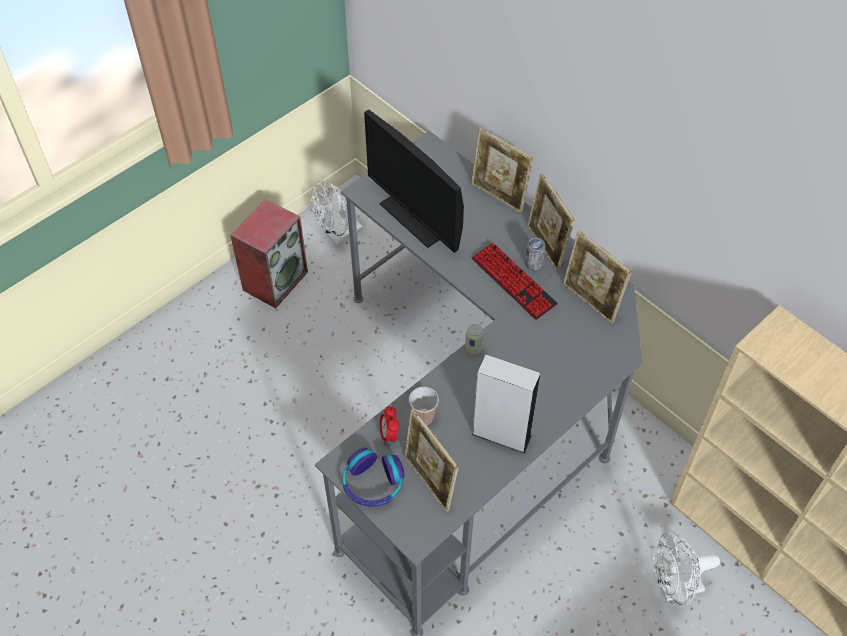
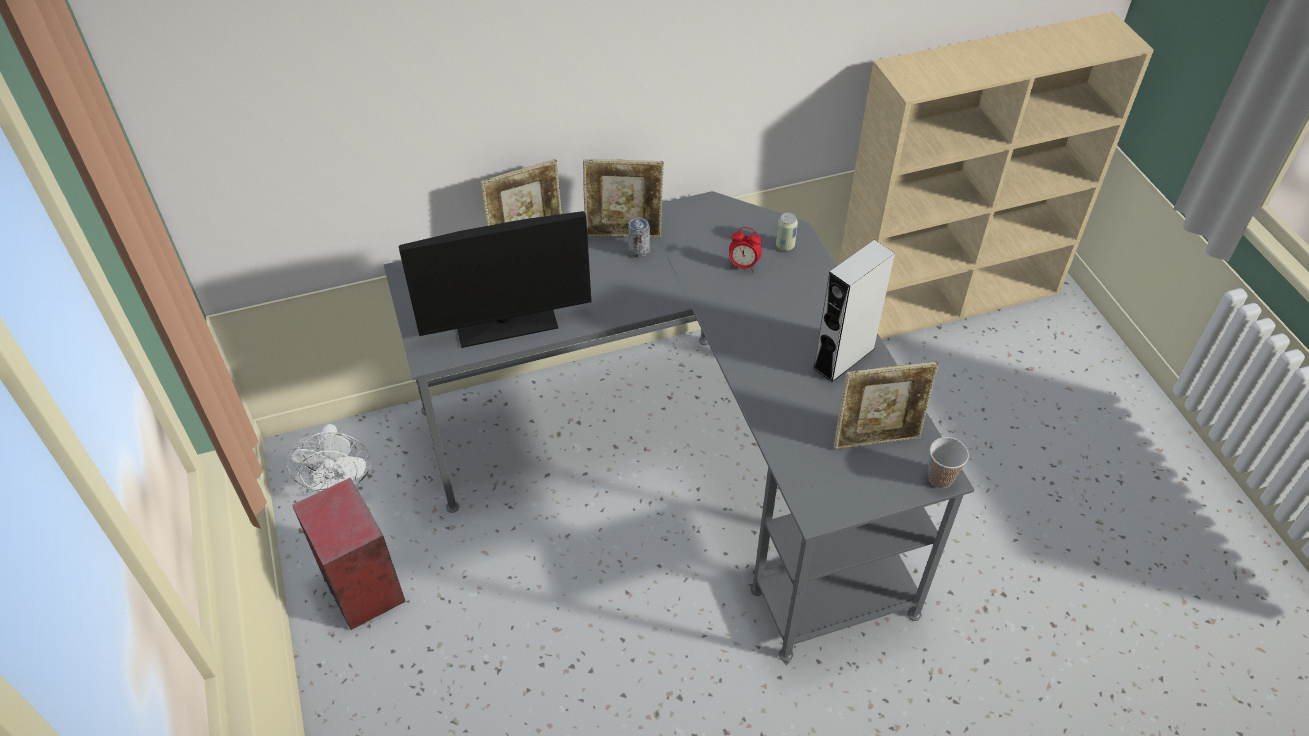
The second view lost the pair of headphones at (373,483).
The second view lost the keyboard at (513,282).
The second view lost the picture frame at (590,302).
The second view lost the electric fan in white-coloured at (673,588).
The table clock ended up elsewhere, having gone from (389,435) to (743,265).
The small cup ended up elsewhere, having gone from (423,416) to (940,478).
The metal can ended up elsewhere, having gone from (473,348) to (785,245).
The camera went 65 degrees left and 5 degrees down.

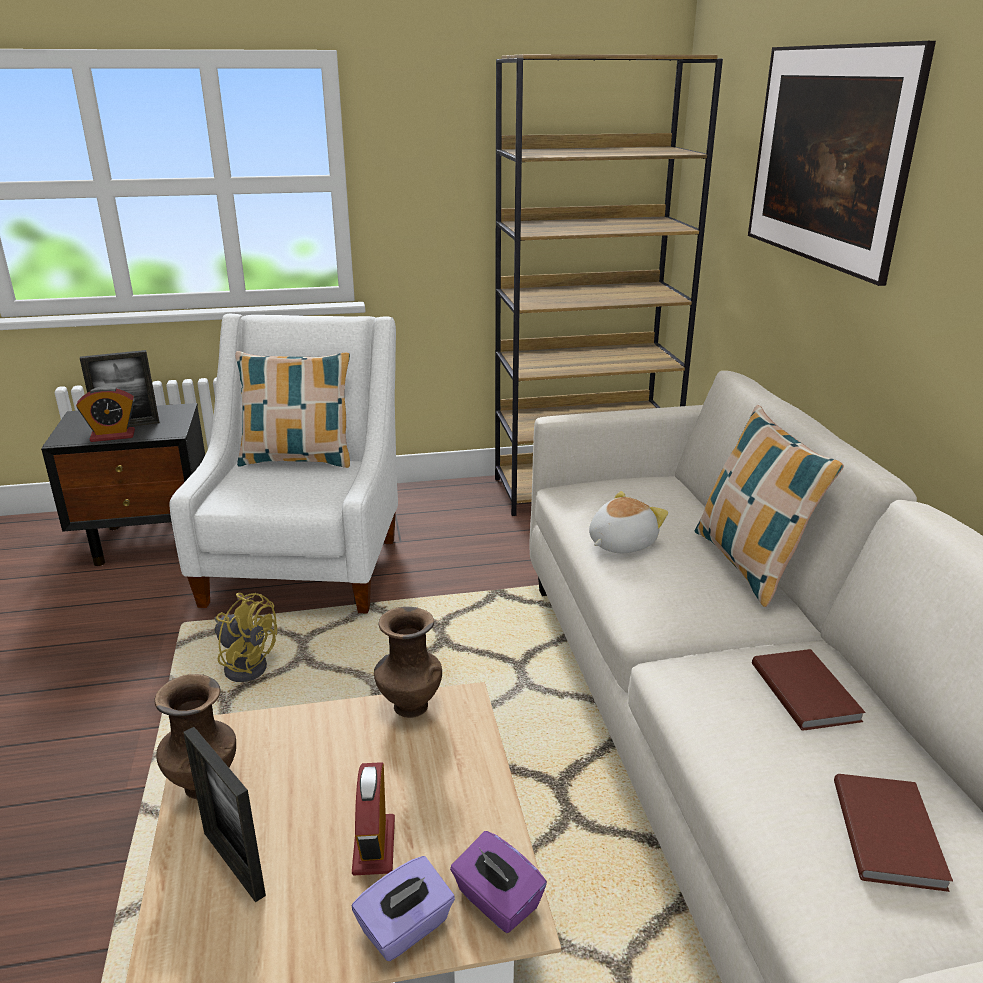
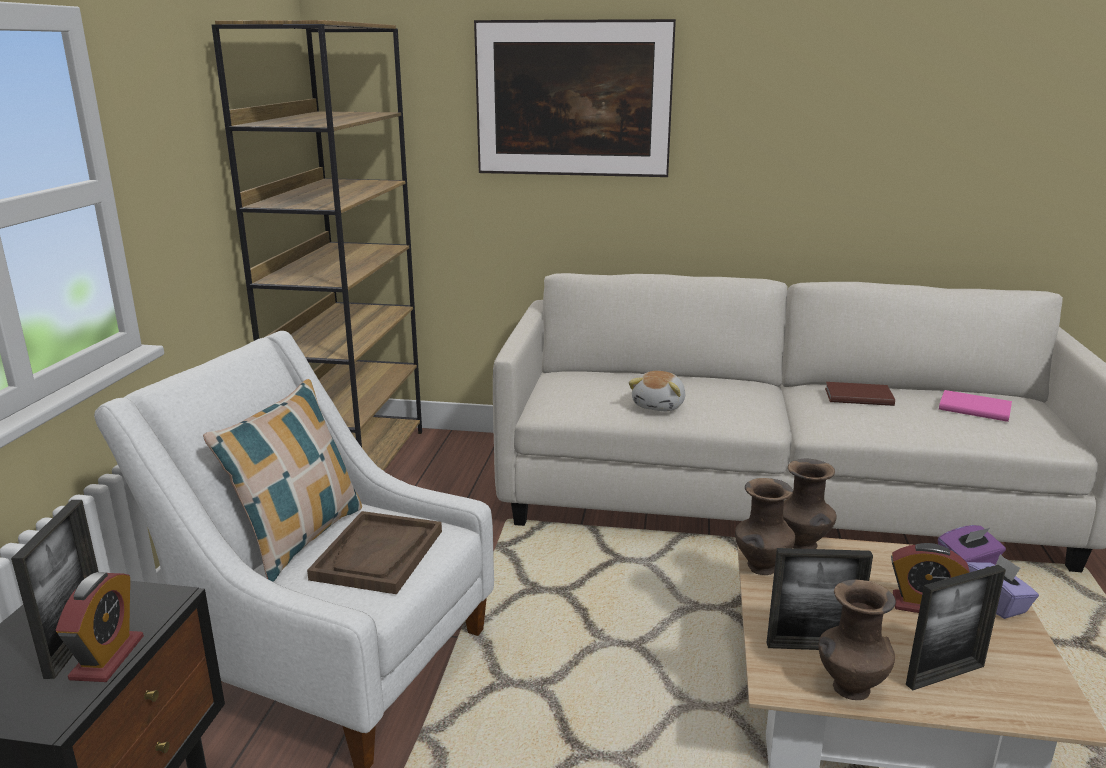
The second view lost the electric fan in yellowish at (246,664).
The second view lost the throw pillow at (749,564).
The second view gained the tray in brown-coloured at (378,555).
The second view gained the picture frame at (811,646).
The second view gained the decorative vase in brown-coloured at (803,545).
What was the book in brown-coloured at (890,832) turned into the book in pink at (973,408).
The soft toy at (620,543) ended up facing another way, 135 degrees counterclockwise from before.
The camera went 70 degrees left and 5 degrees down.

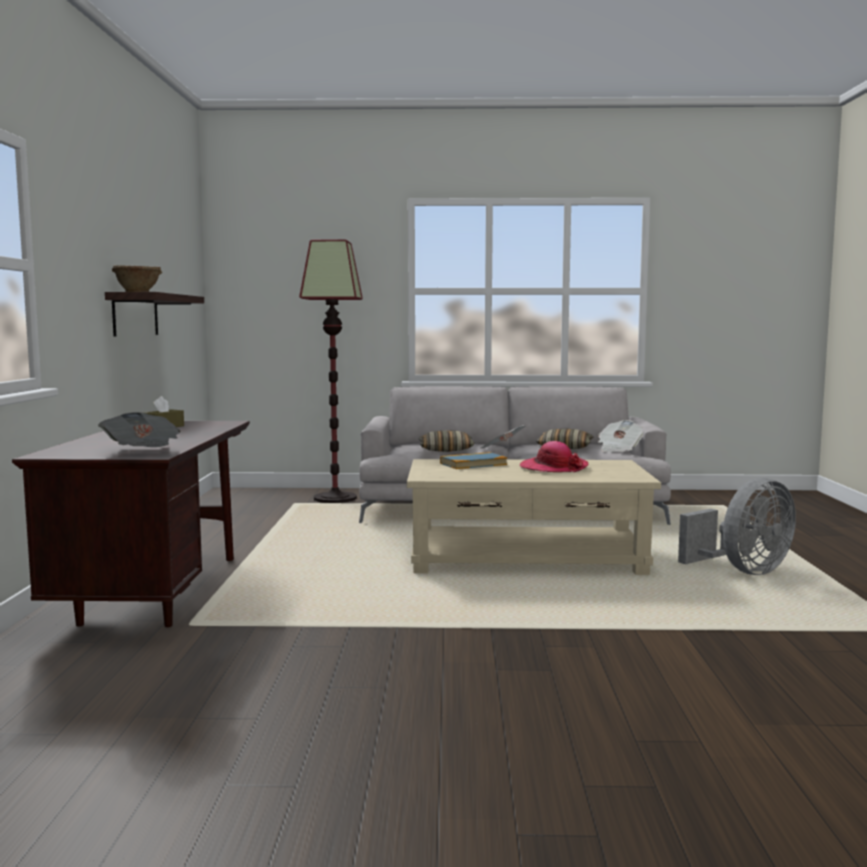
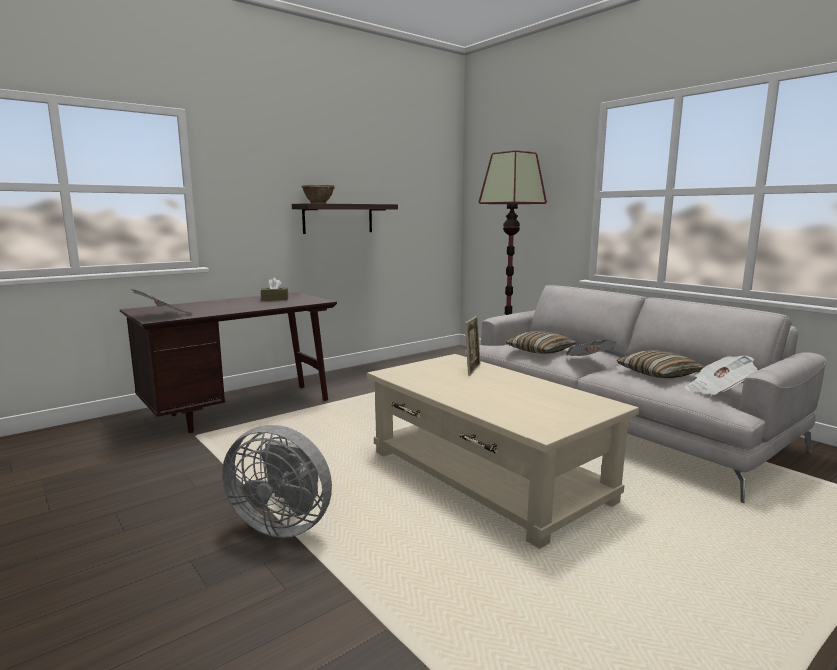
The second view lost the wearable hat at (553,468).
The electric fan in gray ended up elsewhere, having gone from (744,571) to (283,524).
Where the book stood at (473,464), the picture frame came to stand at (472,370).
The camera went 50 degrees right and 5 degrees up.

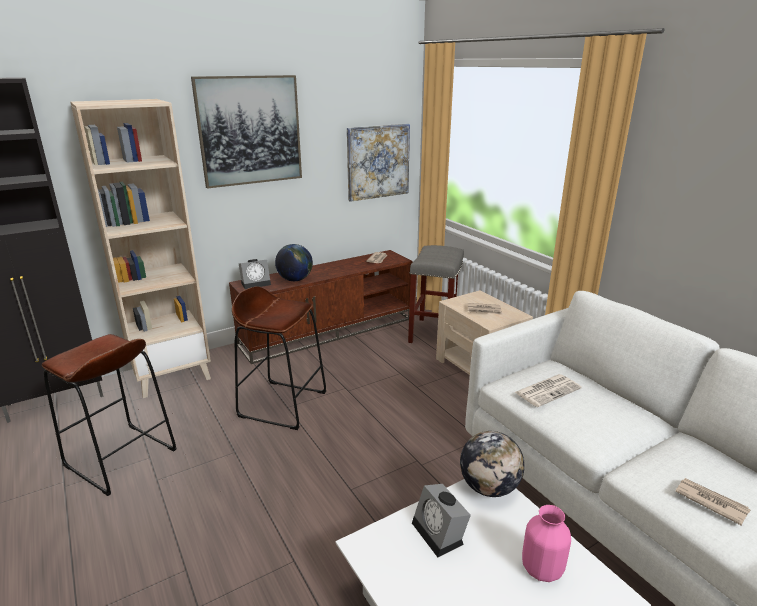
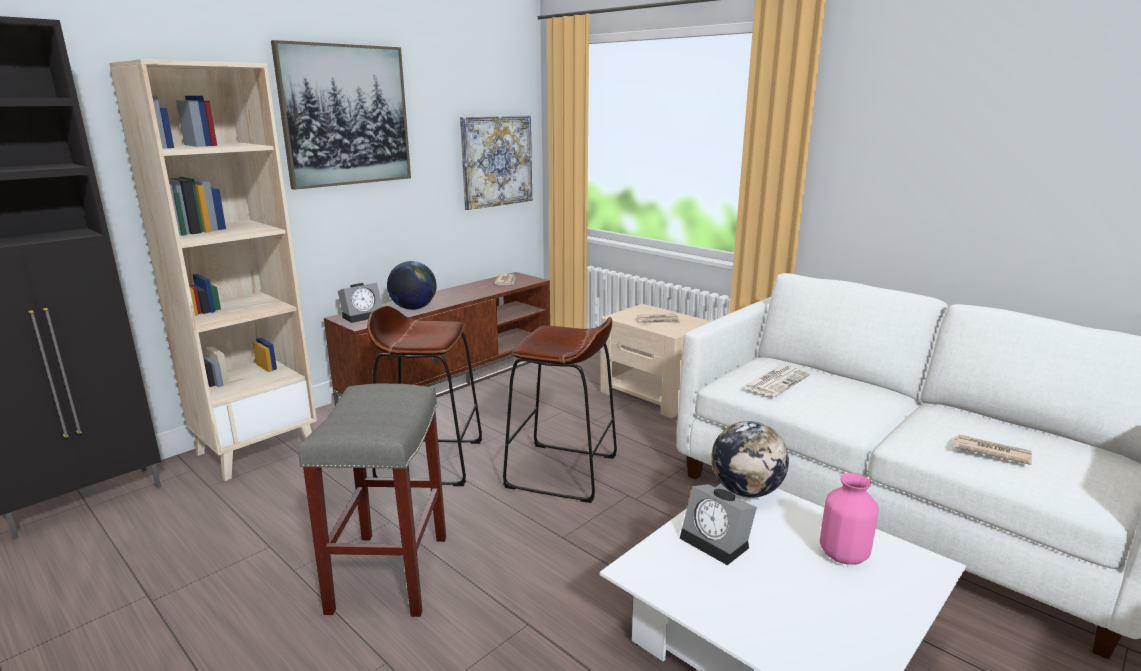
The stool seat in brown-coloured ended up elsewhere, having gone from (121,458) to (562,472).
The stool seat in gray ended up elsewhere, having gone from (434,332) to (389,572).
The camera went 15 degrees left and 5 degrees down.

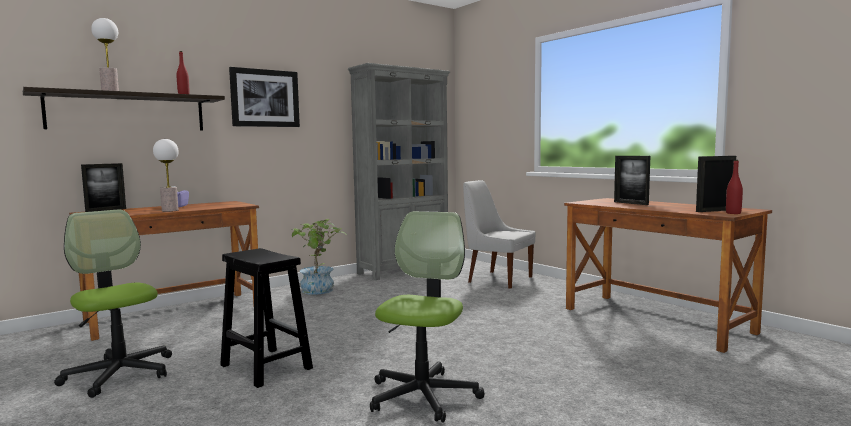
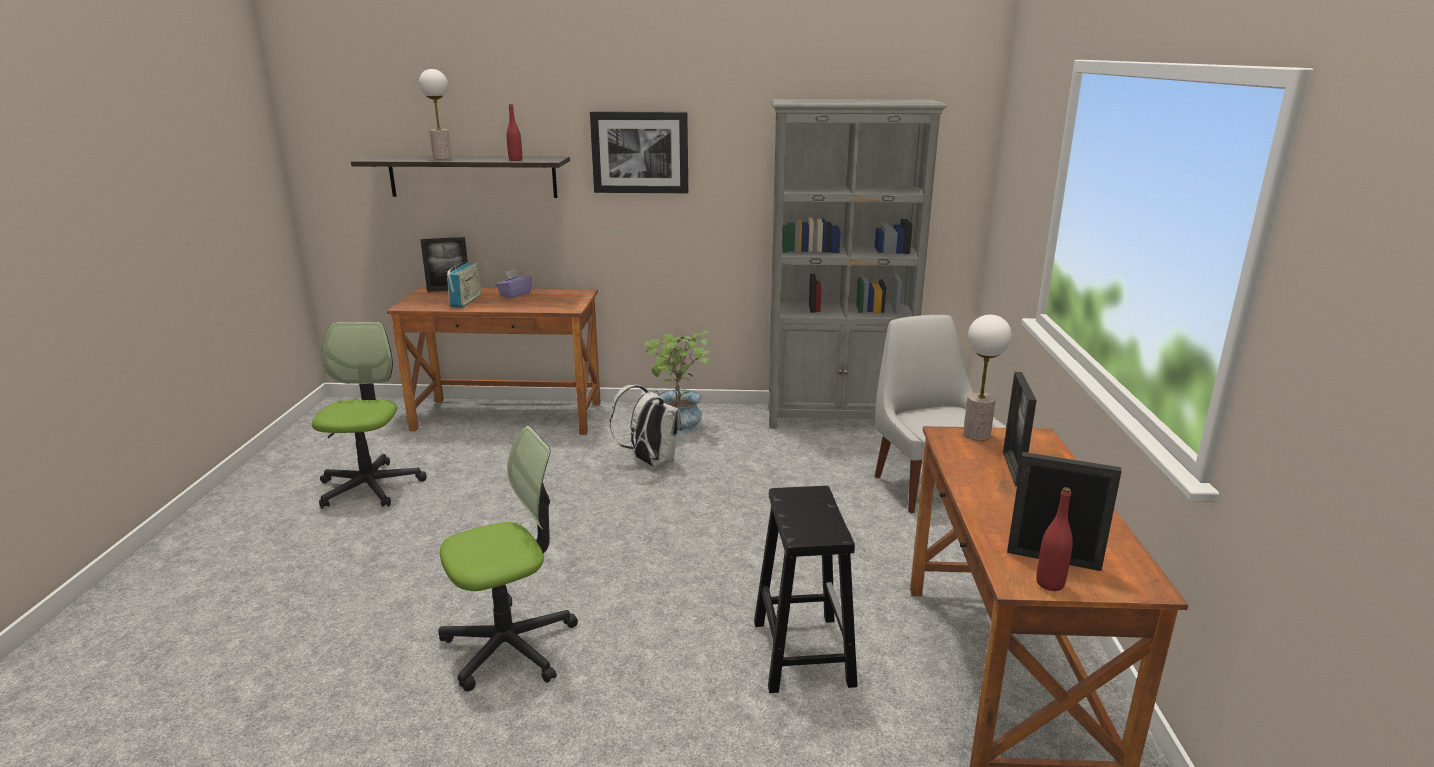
The second view gained the radio at (466,301).
The second view gained the backpack in white-coloured at (650,461).
The tabletop lamp ended up elsewhere, having gone from (170,210) to (977,435).
The stool seat in black-coloured ended up elsewhere, having gone from (265,366) to (801,651).
The camera went 40 degrees right and 15 degrees up.

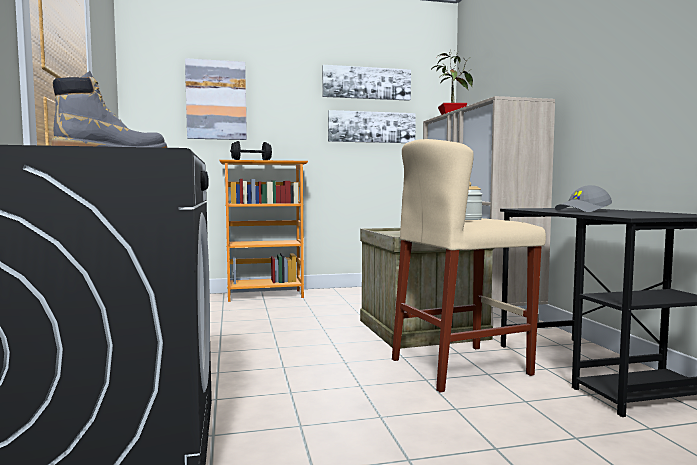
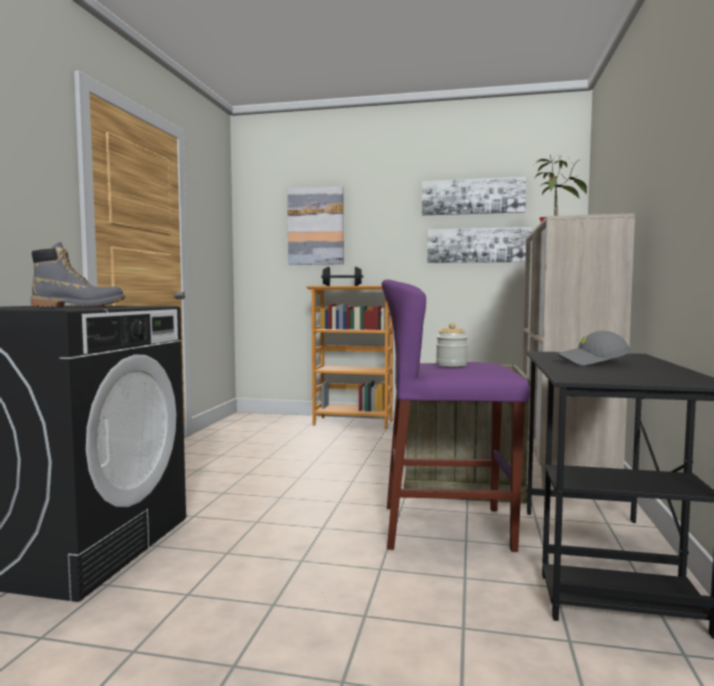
What was the stool seat in beige at (460,367) turned into the stool seat in purplish at (447,527).
The camera went 25 degrees right and 0 degrees up.

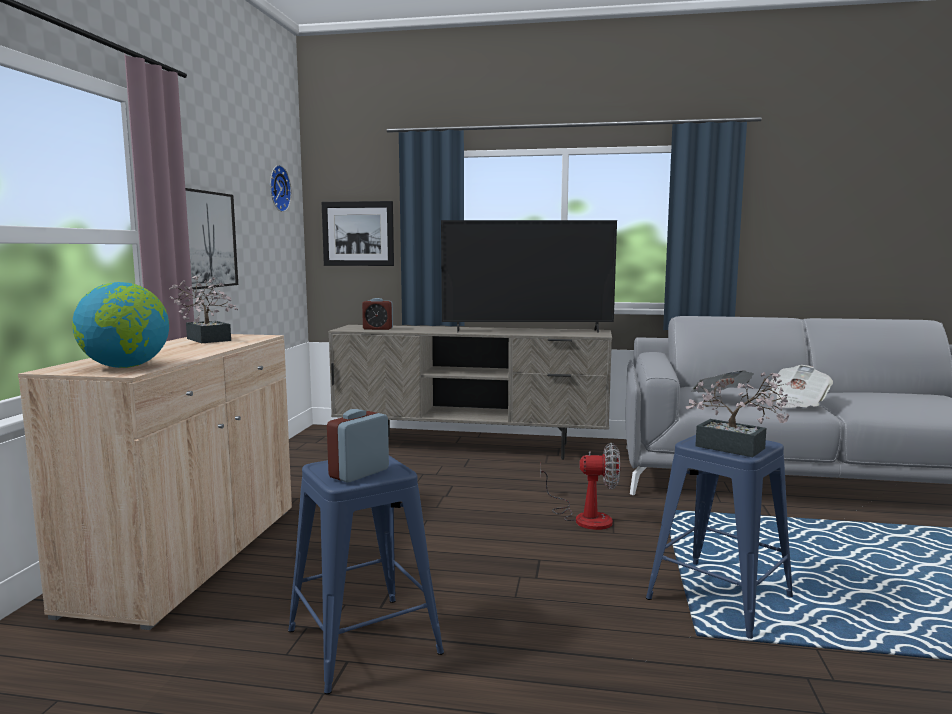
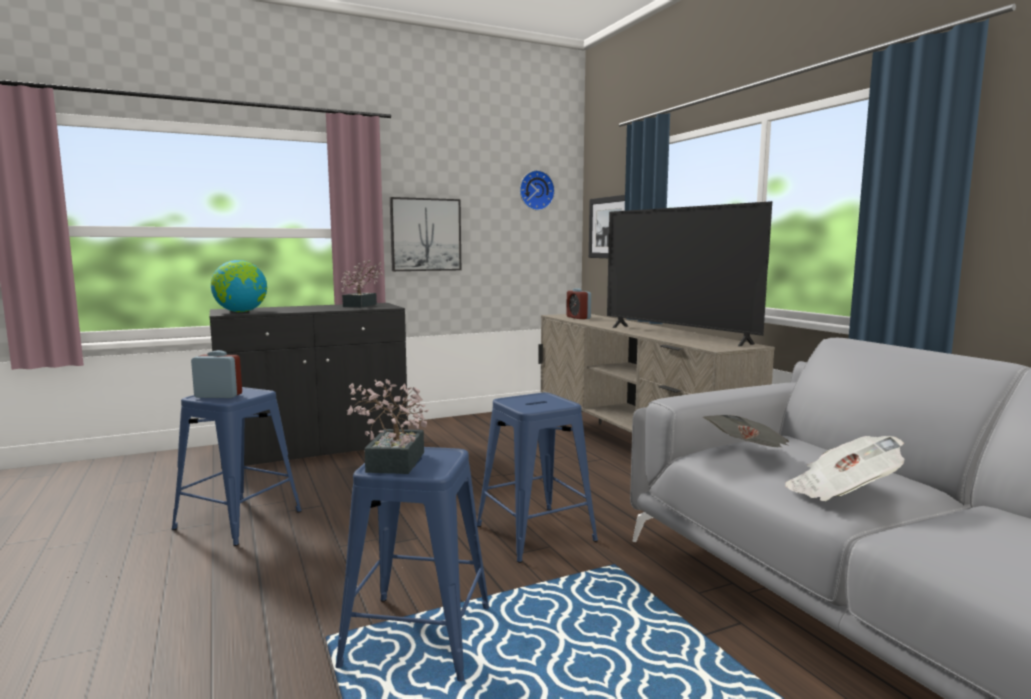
Where the electric fan stood at (584,517), the stool seat in bluish came to stand at (535,533).
What was the cupboard in beige at (190,556) turned into the cupboard in black-coloured at (315,449).
The camera went 55 degrees right and 0 degrees up.

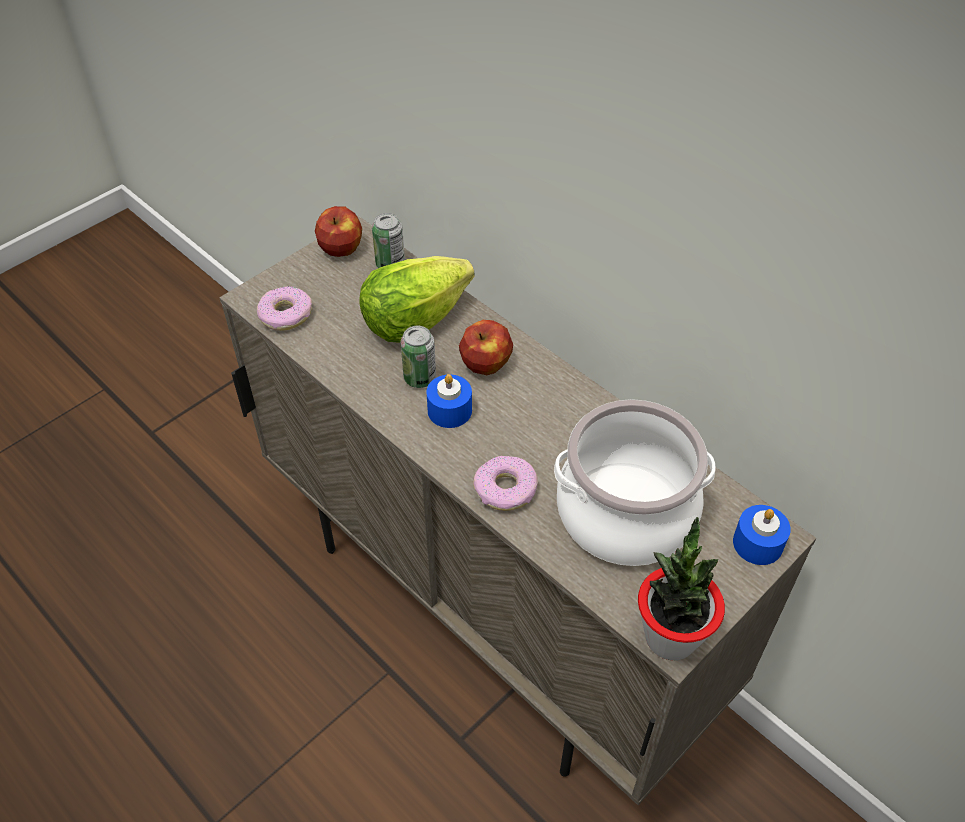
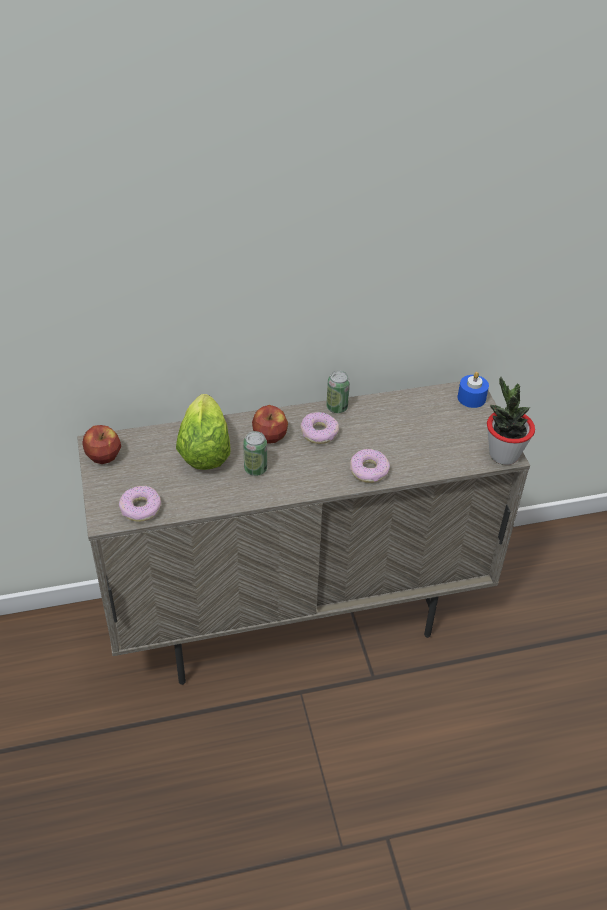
The second view lost the wax light in bluish at (449,410).
The second view lost the saucepot at (625,512).
The second view gained the doughnut at (319,432).
The metal can ended up elsewhere, having gone from (390,264) to (337,407).
The camera went 60 degrees left and 5 degrees down.

